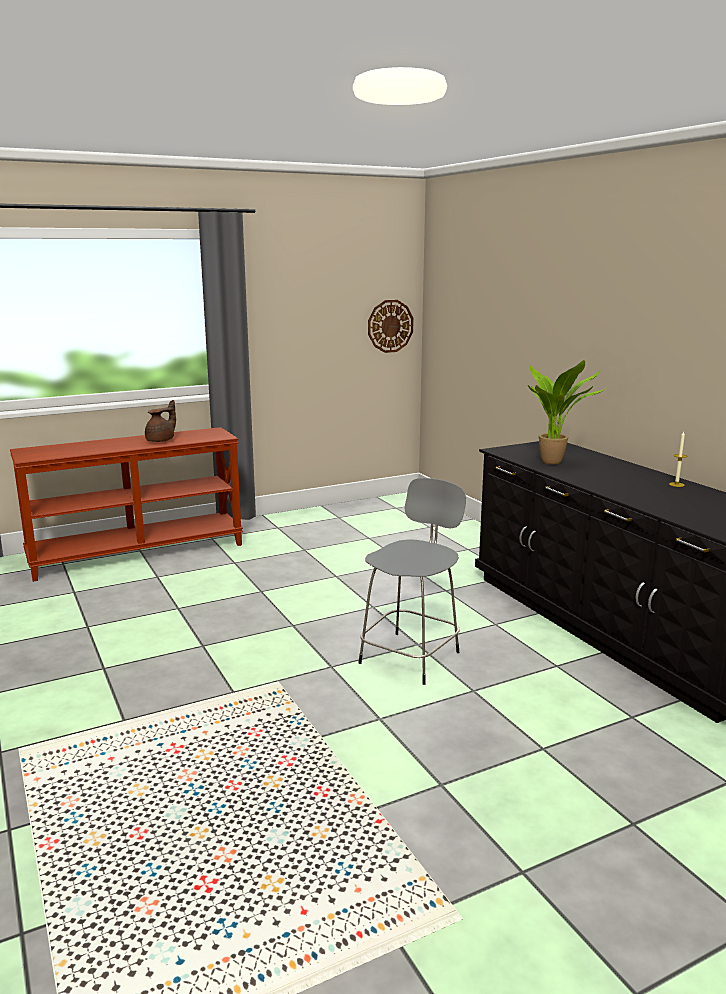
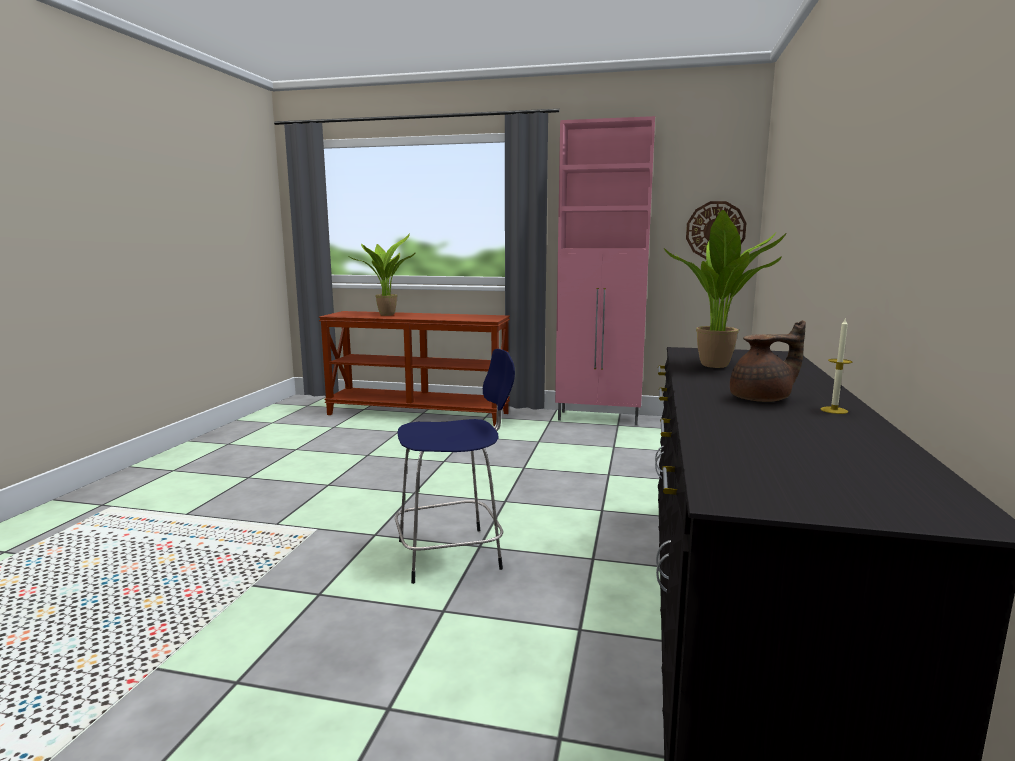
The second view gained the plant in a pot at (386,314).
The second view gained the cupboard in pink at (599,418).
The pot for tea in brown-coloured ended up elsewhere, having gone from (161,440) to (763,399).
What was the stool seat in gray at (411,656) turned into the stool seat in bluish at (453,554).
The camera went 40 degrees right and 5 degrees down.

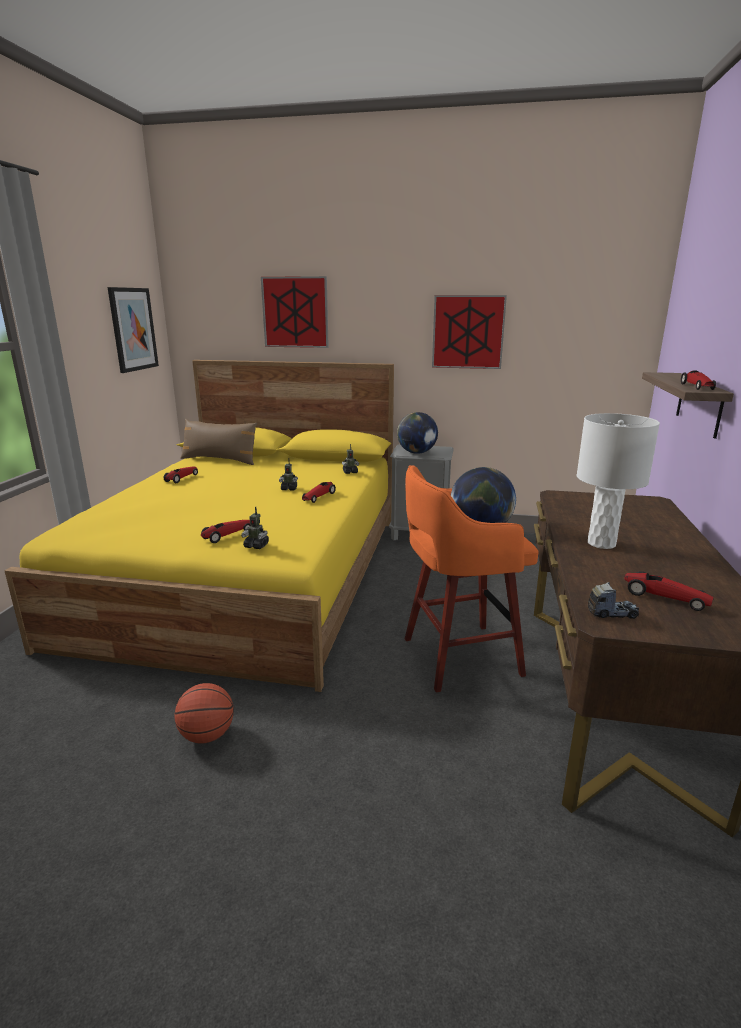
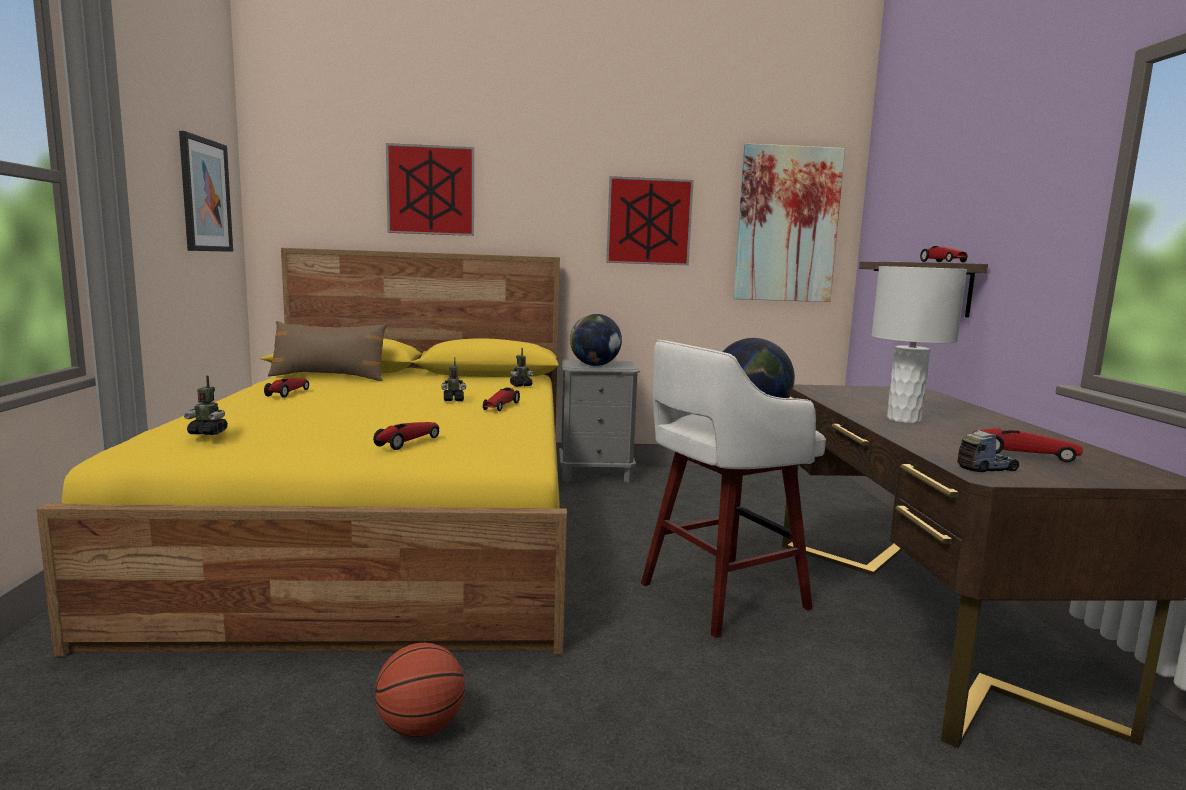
The second view gained the wall art at (787,224).
The toy robot ended up elsewhere, having gone from (256,546) to (208,433).
What was the stool seat in orange at (457,657) turned into the stool seat in white-coloured at (719,597).
The camera went 15 degrees left and 10 degrees down.

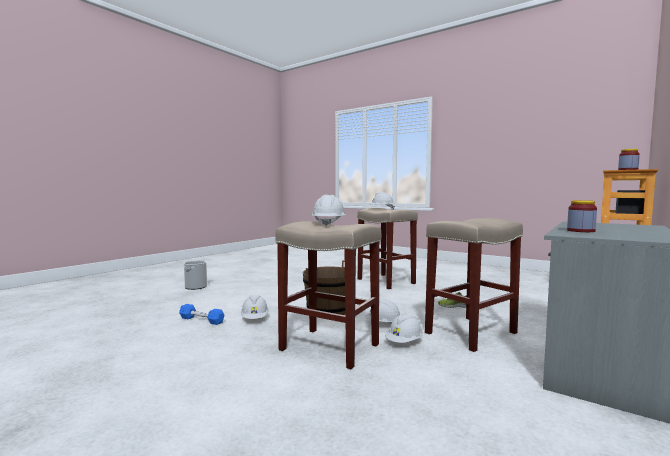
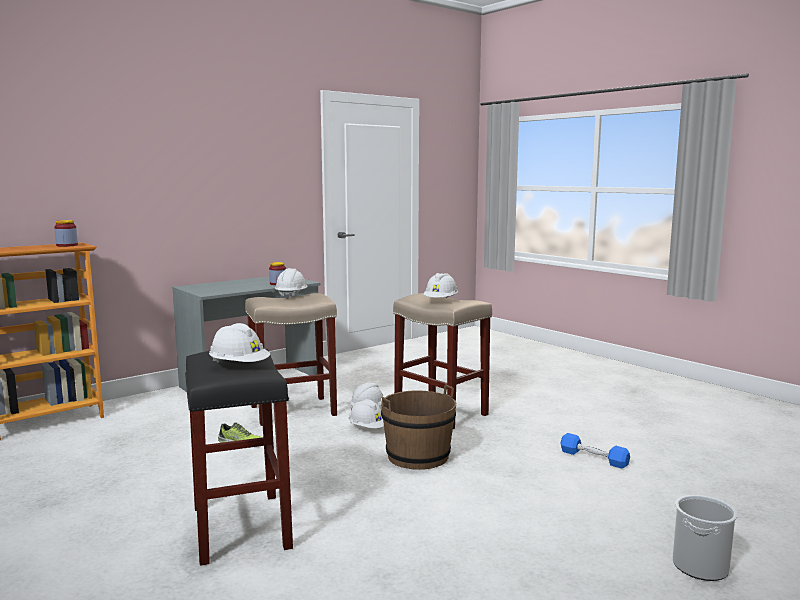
The hard hat in white-coloured ended up elsewhere, having gone from (255,319) to (291,295).
What was the stool seat in beige at (386,281) turned into the stool seat in black-coloured at (239,526).
The camera went 165 degrees left and 5 degrees up.

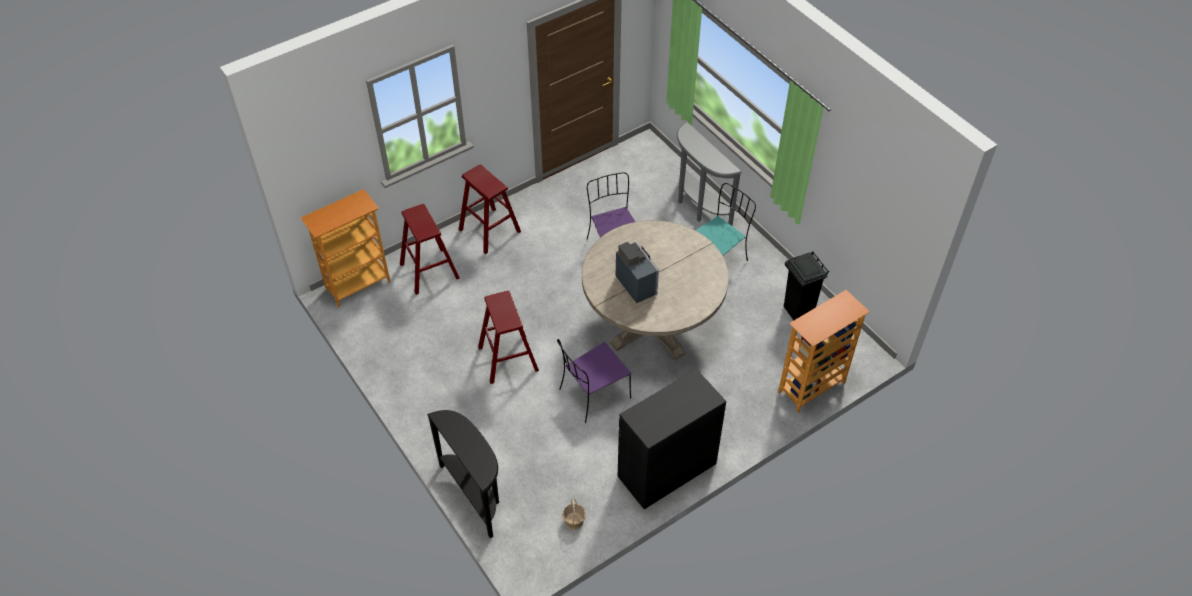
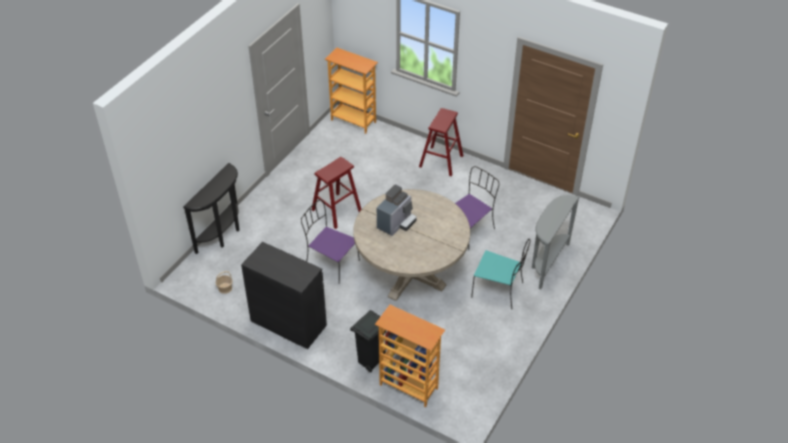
The second view lost the stool seat in red-coloured at (429,271).
The rubbish bin in black-coloured ended up elsewhere, having gone from (798,311) to (371,361).
The camera went 65 degrees right and 5 degrees down.

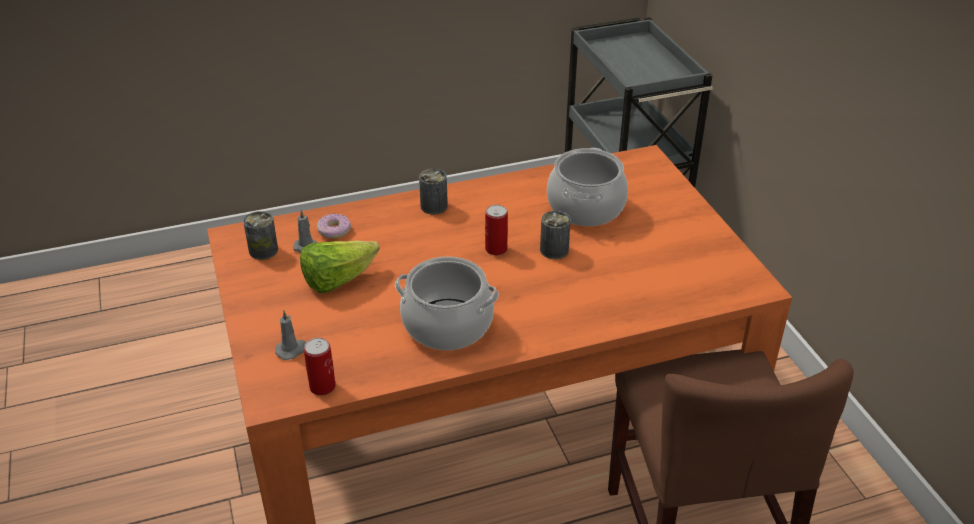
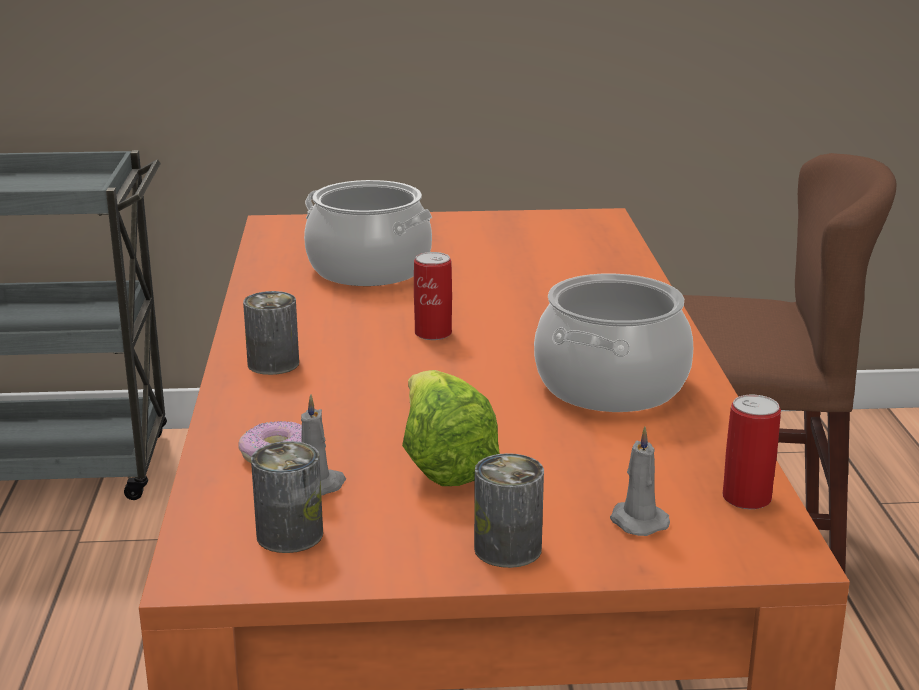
The metal can ended up elsewhere, having gone from (554,250) to (508,549).
The camera went 75 degrees left and 15 degrees down.

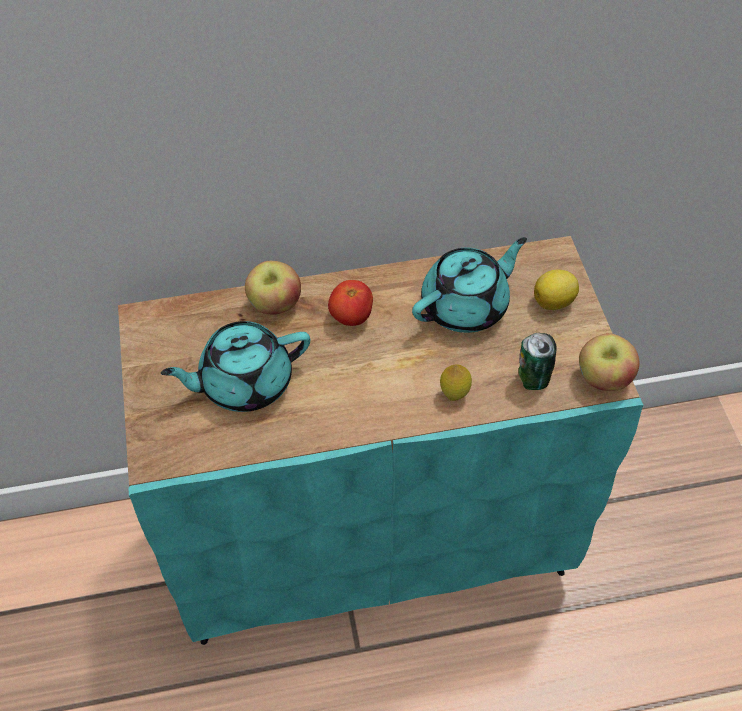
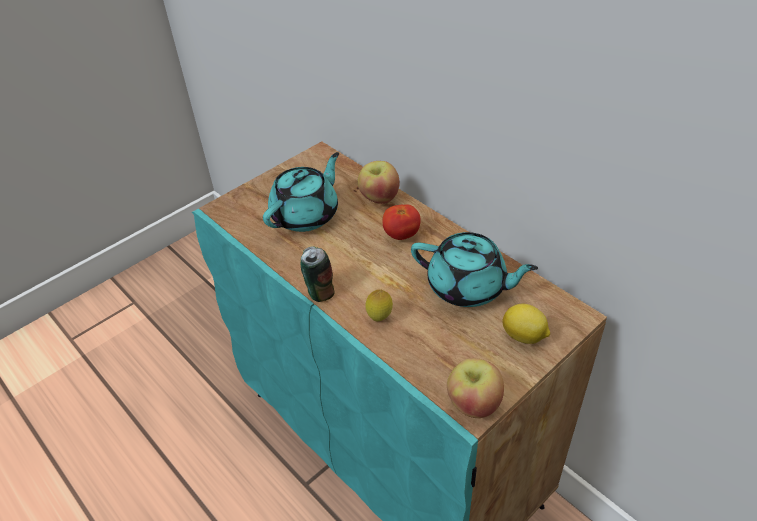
The metal can ended up elsewhere, having gone from (532,379) to (319,292).
The pot for tea in turquoise at (244,382) ended up facing another way, 90 degrees clockwise from before.
The camera went 60 degrees right and 10 degrees down.

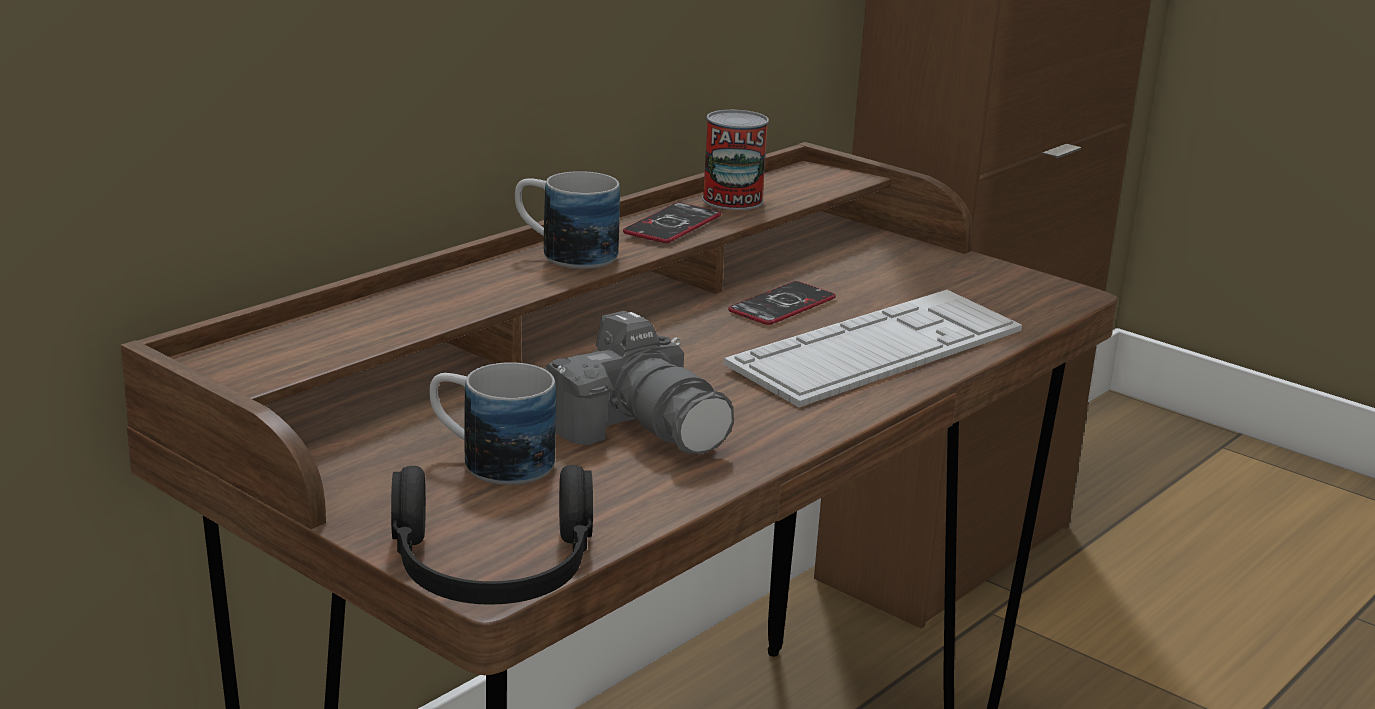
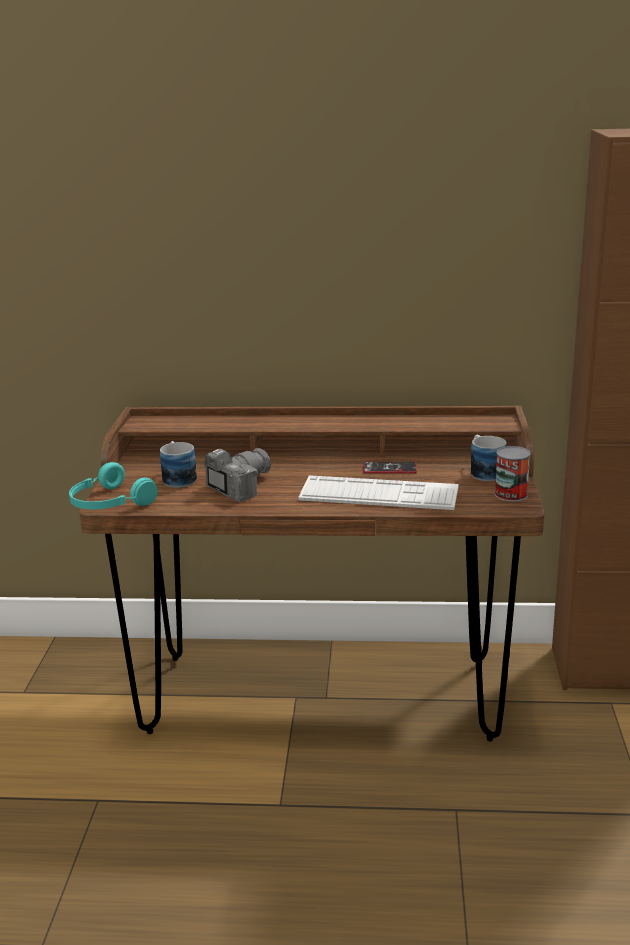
The second view lost the phone at (672,225).
The tea mug ended up elsewhere, having gone from (564,253) to (484,472).
The metal can ended up elsewhere, having gone from (732,200) to (511,494).
What was the pair of headphones in black-coloured at (492,572) turned into the pair of headphones in turquoise at (108,503).
The photo camera at (640,428) ended up facing another way, 150 degrees counterclockwise from before.
The camera went 55 degrees right and 0 degrees up.

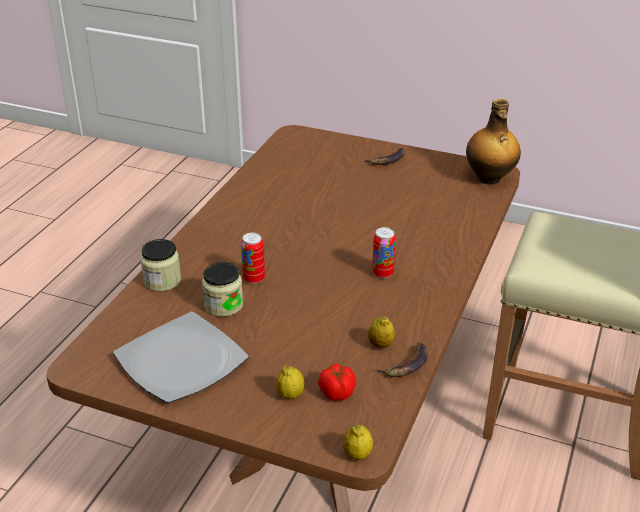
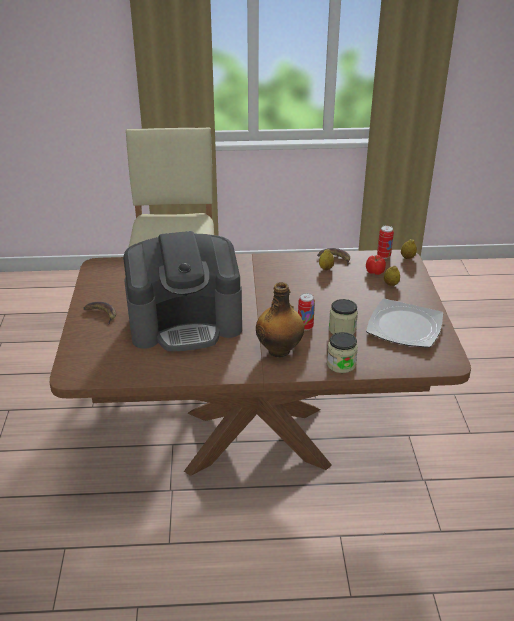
The second view gained the coffee maker at (186,323).
The metal can ended up elsewhere, having gone from (382,273) to (383,256).
The beverage bottle ended up elsewhere, having gone from (489,179) to (280,350).
The camera went 115 degrees left and 0 degrees up.

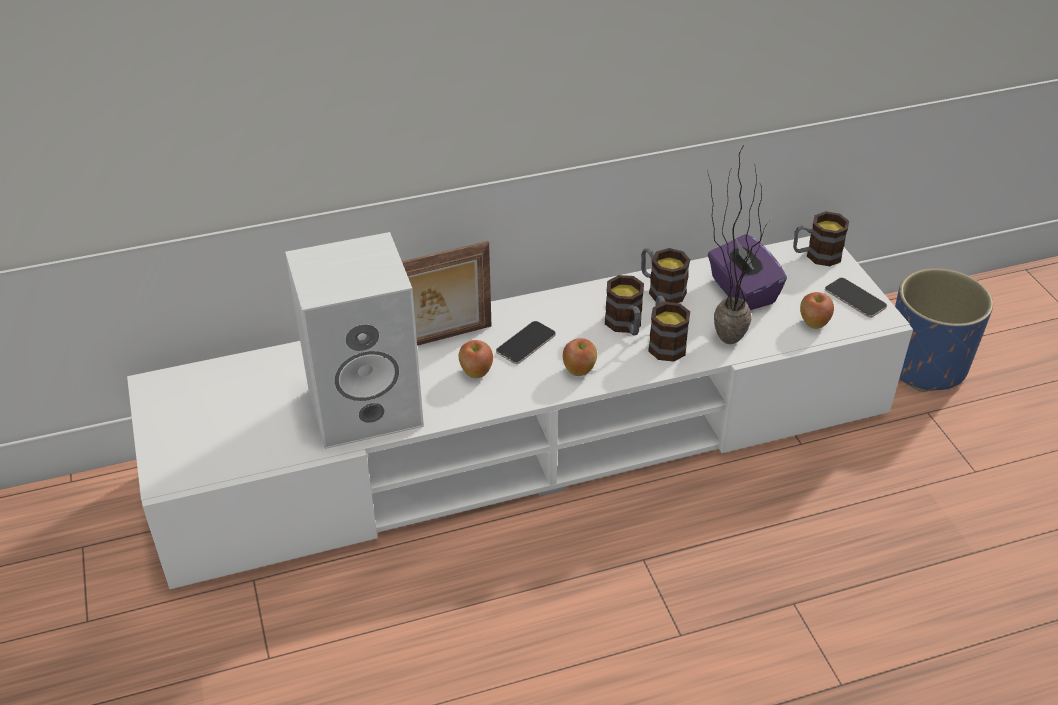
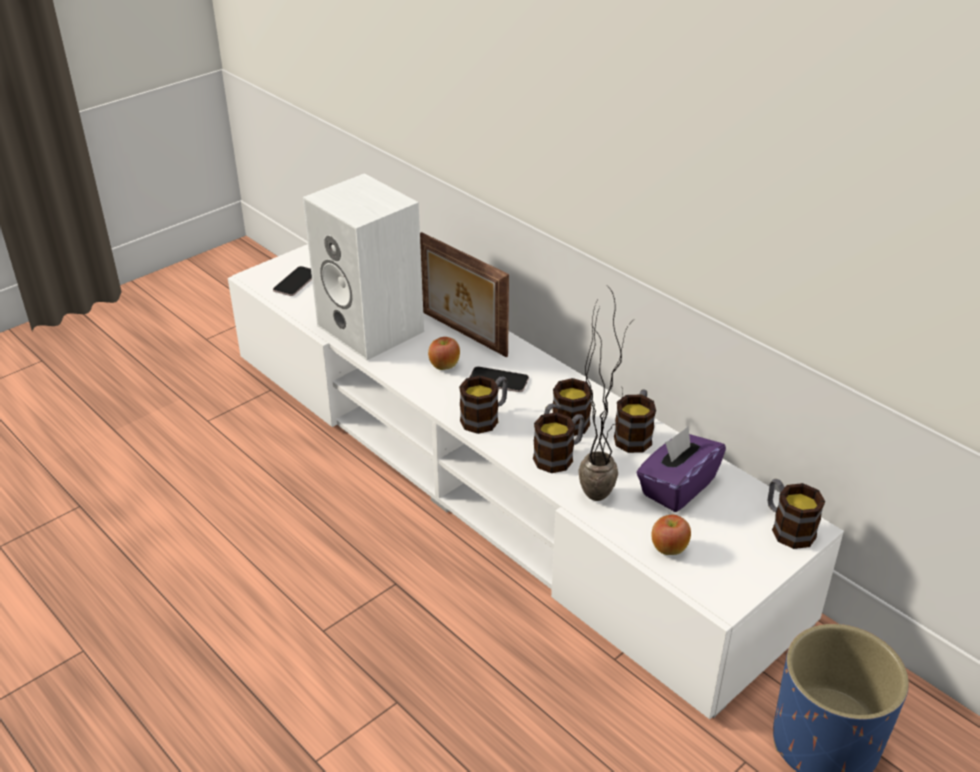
The phone ended up elsewhere, having gone from (855,298) to (296,282).
Where the apple fruit stood at (579,370), the tea mug came to stand at (485,417).
The camera went 65 degrees right and 5 degrees down.

